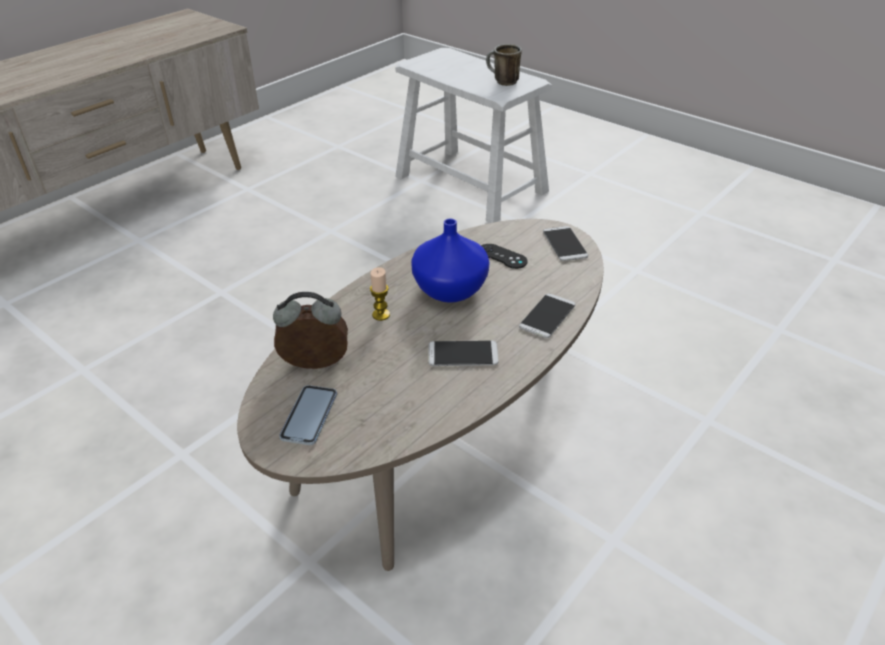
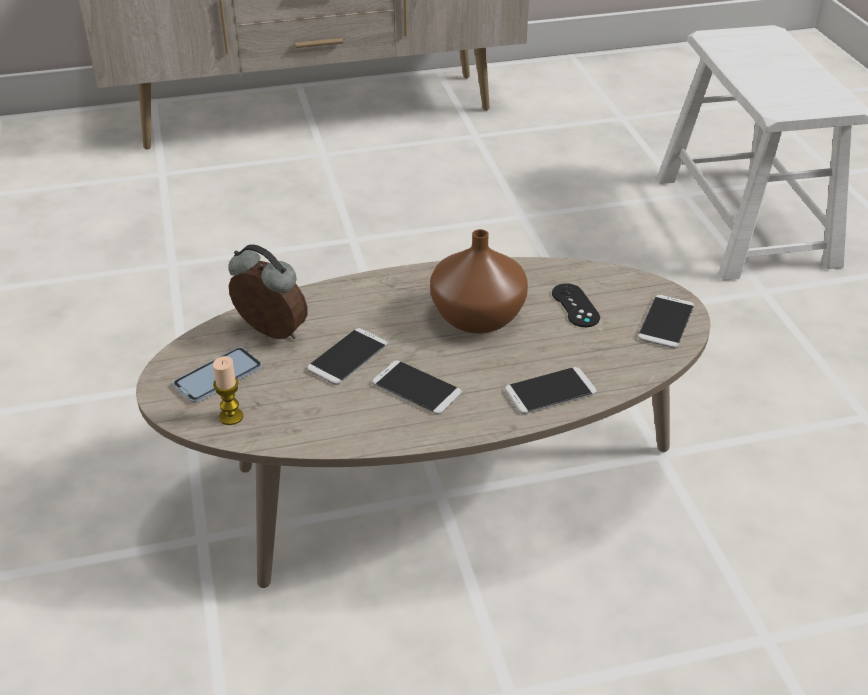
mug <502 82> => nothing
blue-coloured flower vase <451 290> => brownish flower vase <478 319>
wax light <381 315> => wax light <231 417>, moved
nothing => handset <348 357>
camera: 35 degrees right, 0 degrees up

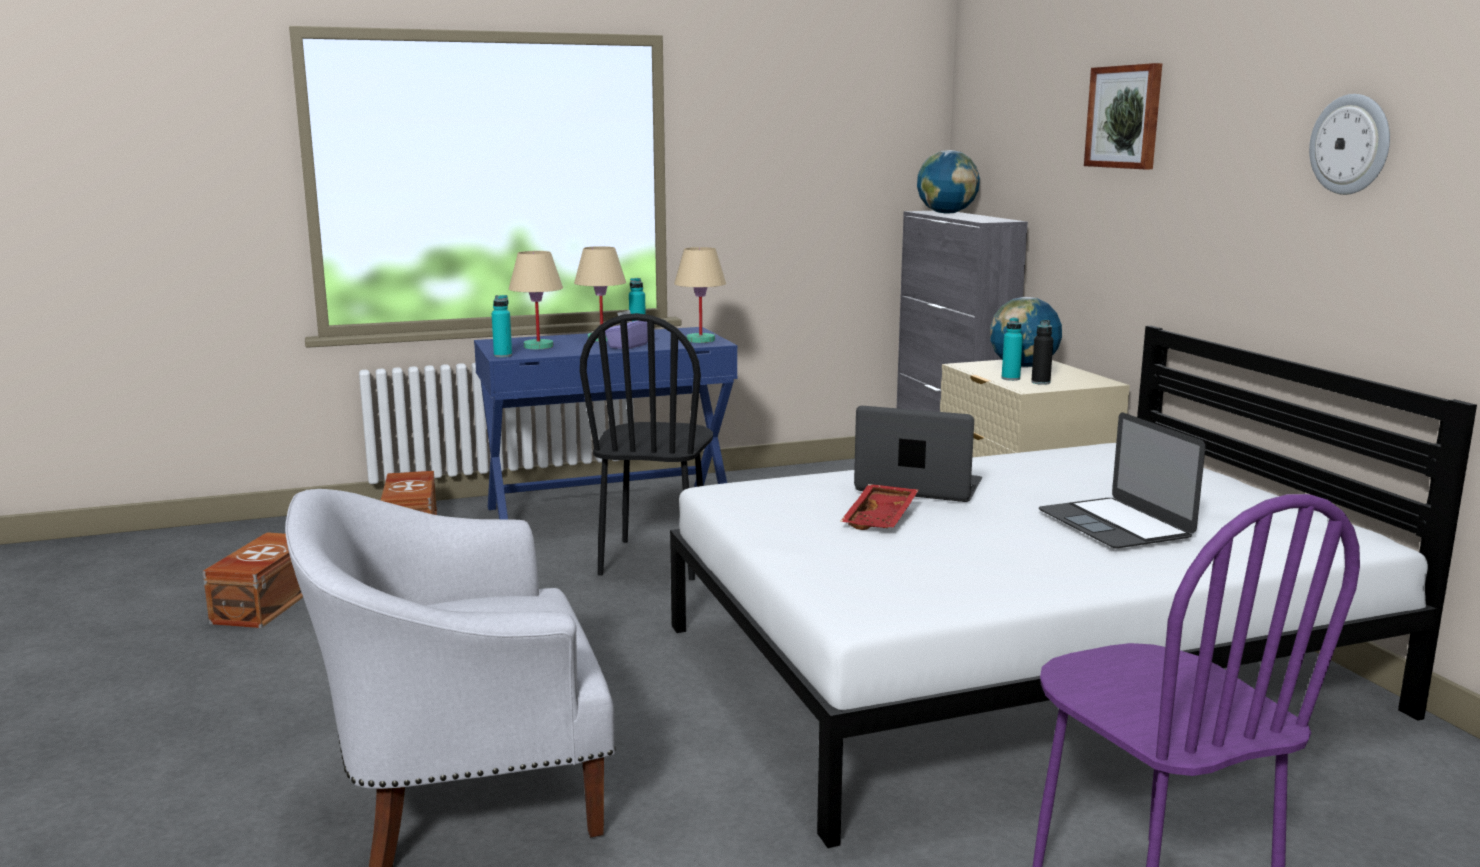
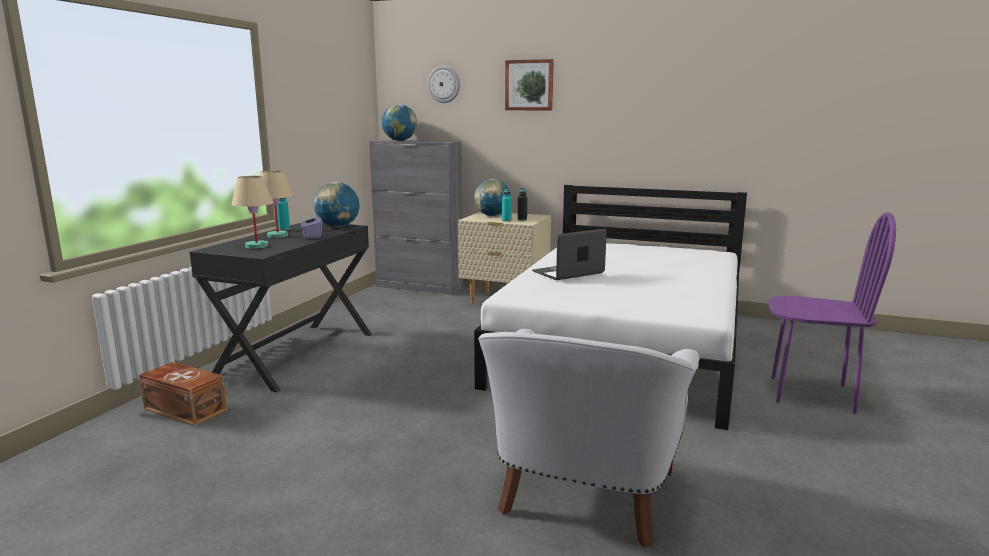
wall clock <1351 144> => wall clock <444 84>, moved
beige tabletop lamp <700 340> => world globe <338 226>
turquoise-coloured beverage bottle <503 355> => nothing
black-coloured plain chair <655 560> => nothing
blue-coloured desk <609 511> => black-coloured desk <296 354>
laptop <1115 523> => nothing
red serving tray <882 519> => nothing
brownish storage box <264 604> => nothing
camera: 50 degrees left, 0 degrees up

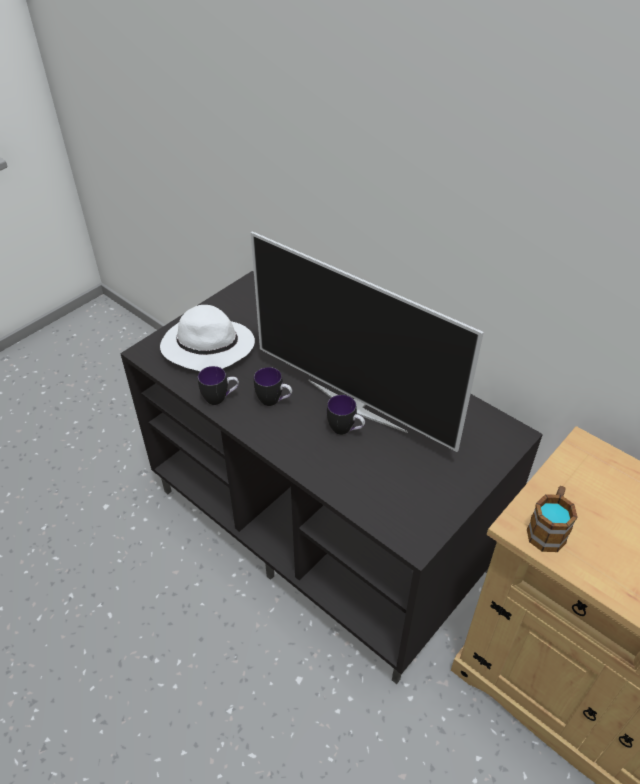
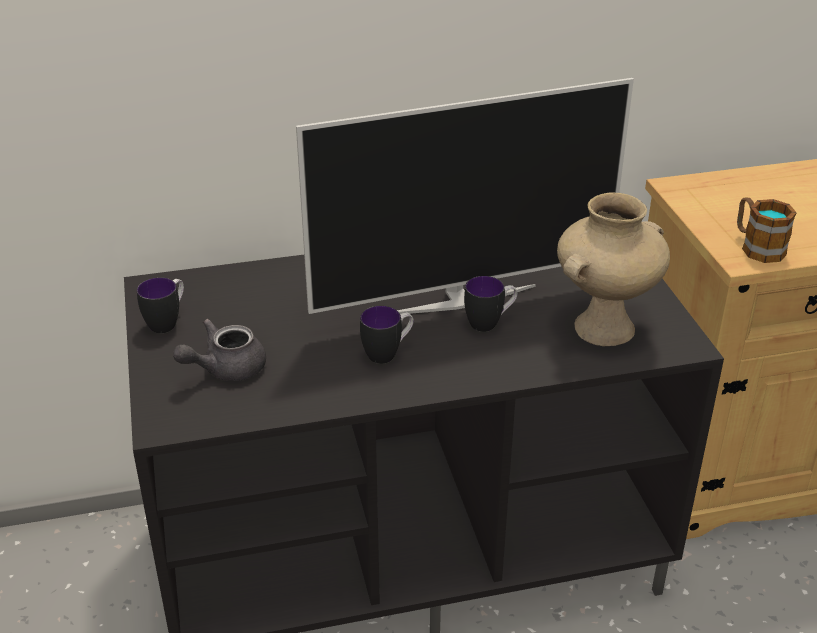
white-coloured clothing hat <206 348> => gray pot for tea <225 369>
mug <220 398> => mug <167 322>, moved
nothing => beige flower vase <604 327>
camera: 55 degrees left, 10 degrees down

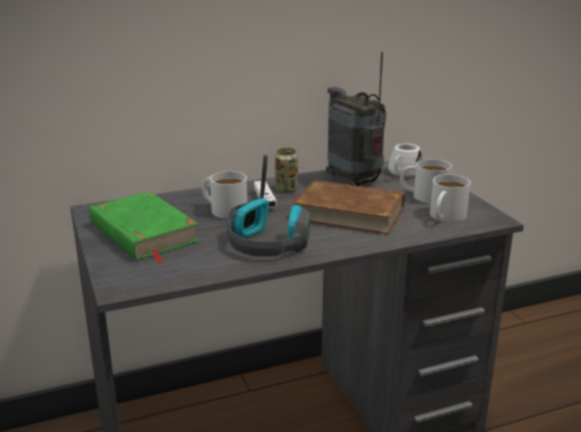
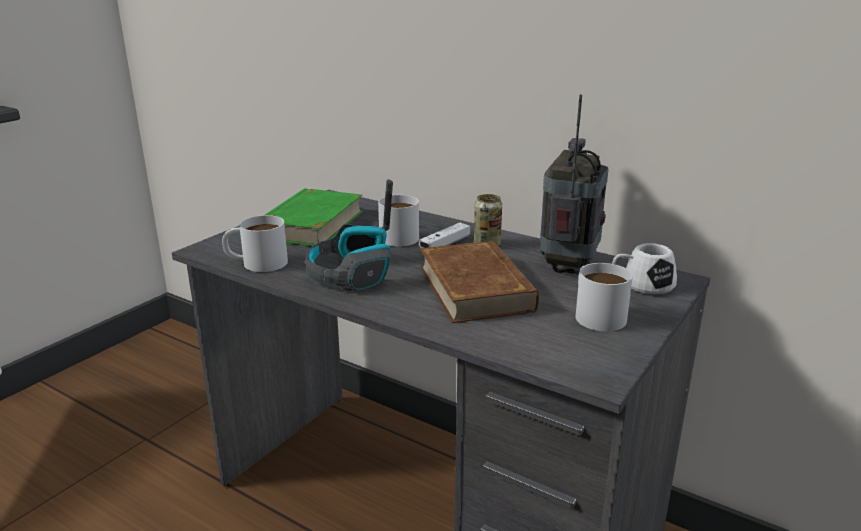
white-coloured mug <445 217> => white-coloured mug <256 263>, moved
camera: 55 degrees right, 0 degrees up

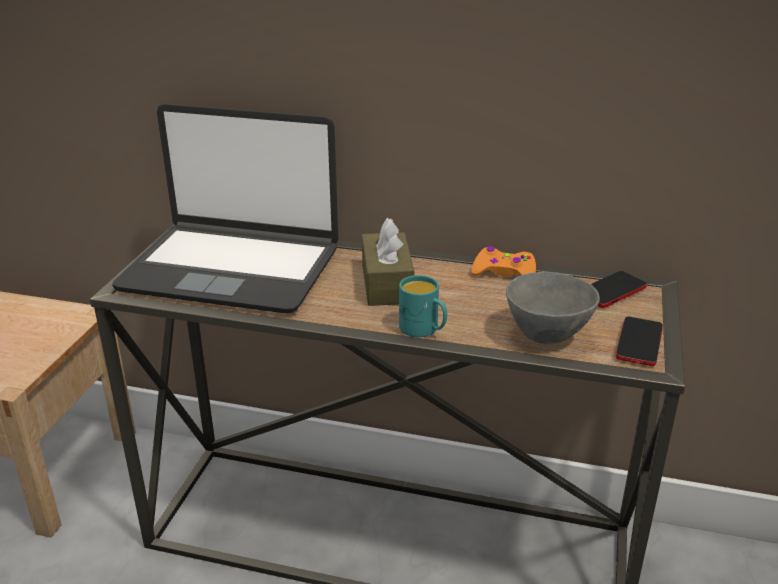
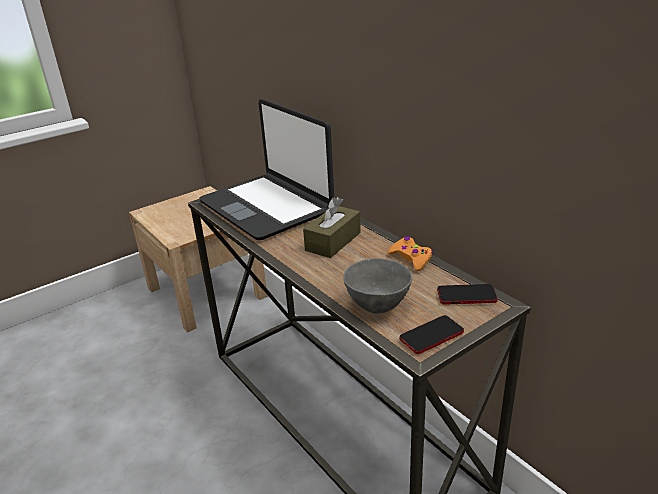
turquoise-coloured mug <424 330> => nothing
camera: 40 degrees right, 0 degrees up

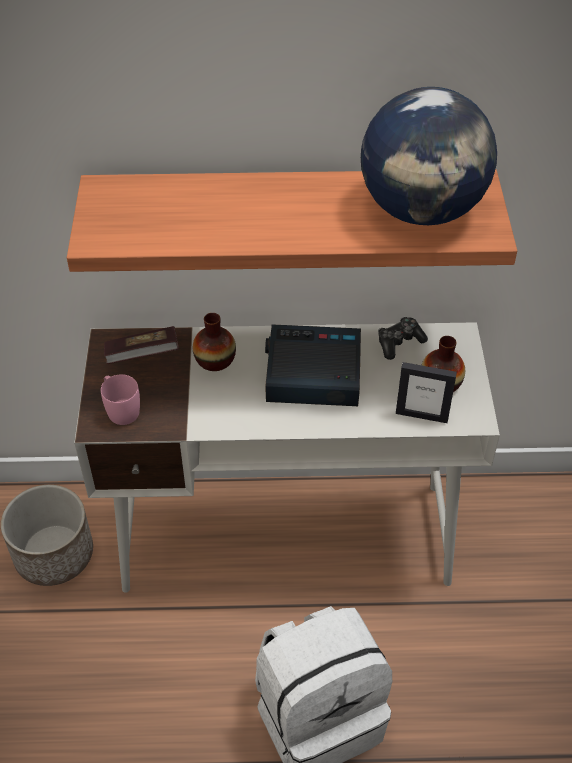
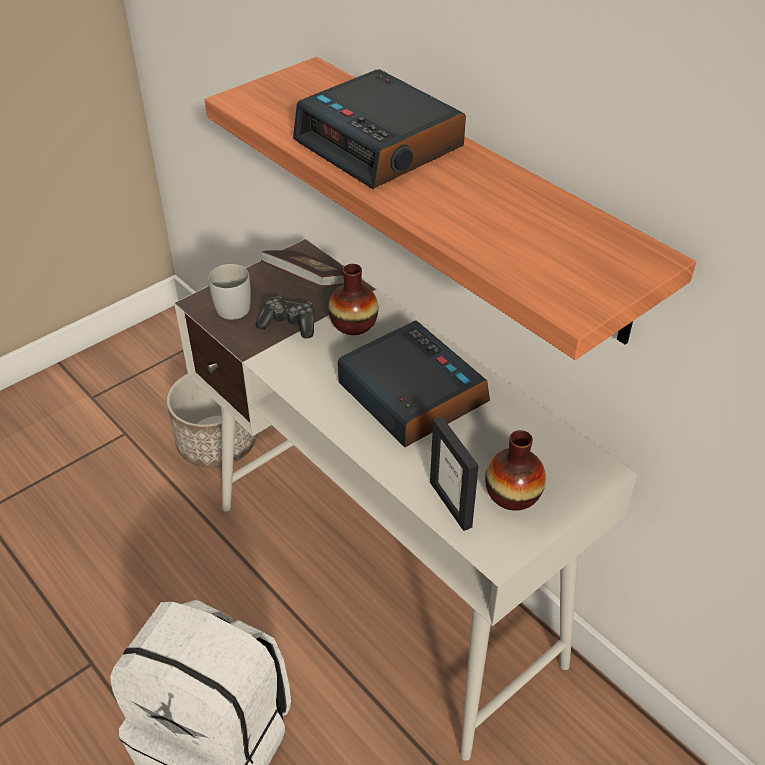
world globe <421 211> => nothing
gamepad <399 342> => gamepad <289 324>, moved
pink-coloured mug <120 409> => white-coloured mug <236 304>
nothing => table clock <381 145>
camera: 50 degrees right, 5 degrees down

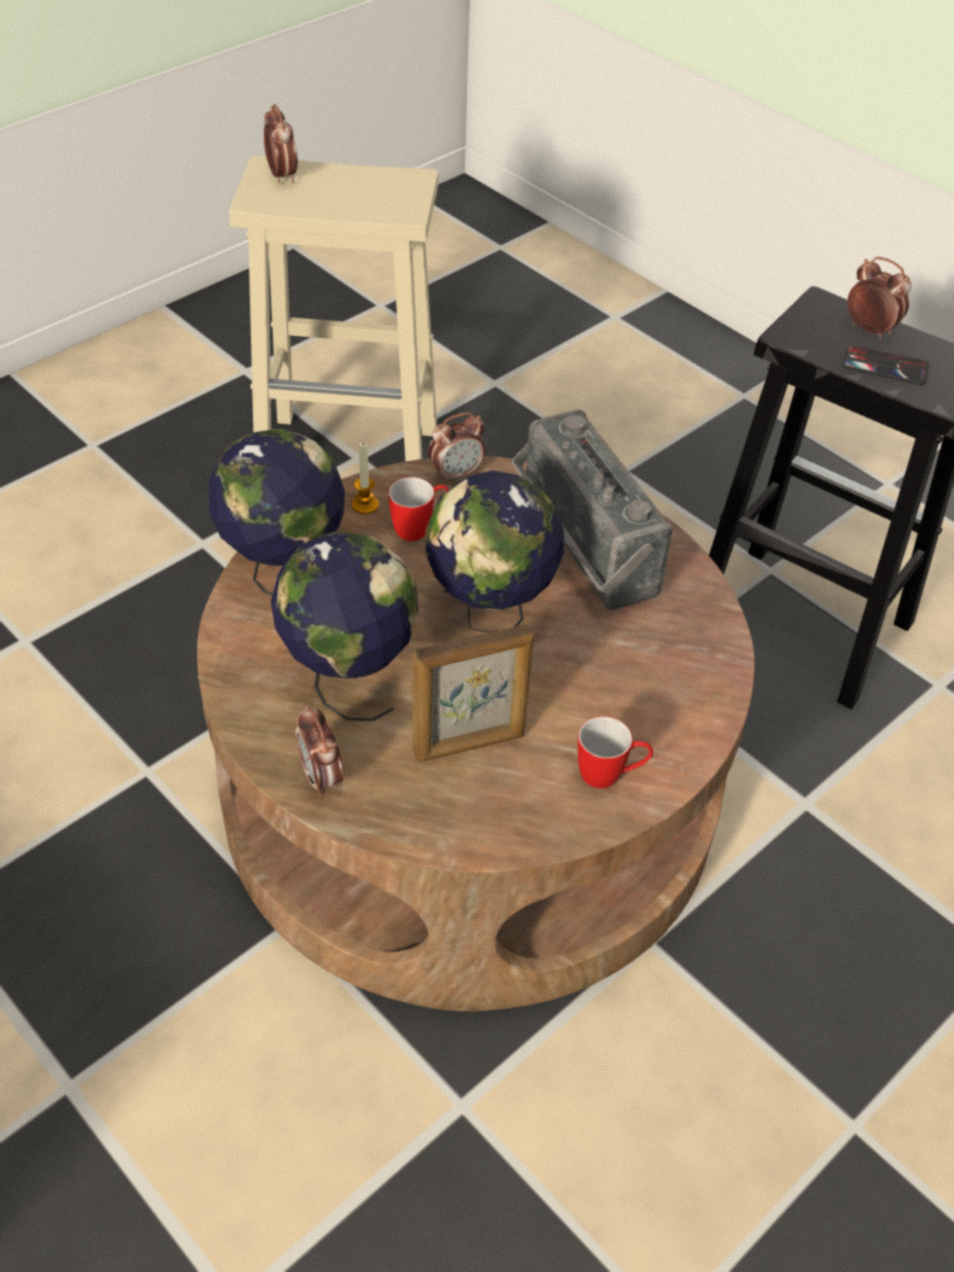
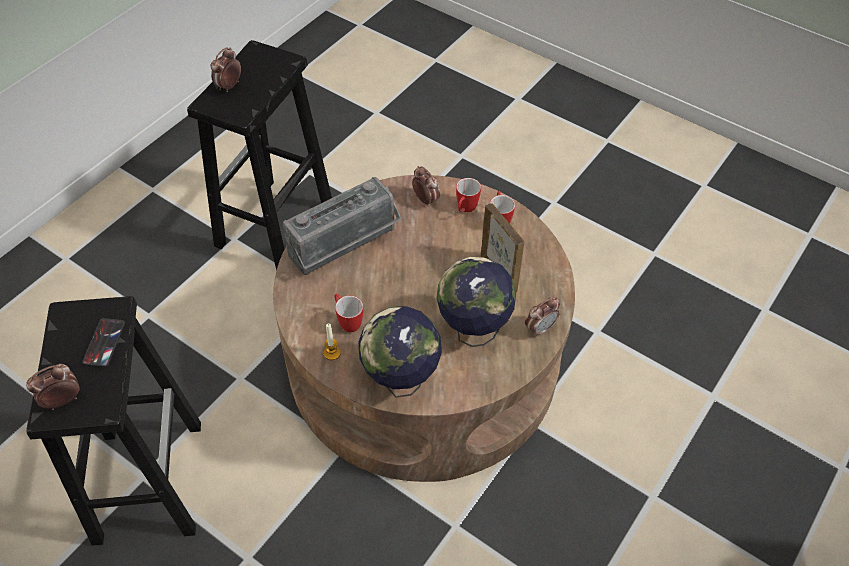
beige sitting stool <352 462> => black-coloured sitting stool <148 479>
handset <885 366> => handset <104 342>, moved
table clock <456 474> => table clock <425 200>, moved
world globe <490 615> => nothing
nothing => mug <465 210>
camera: 100 degrees left, 5 degrees up

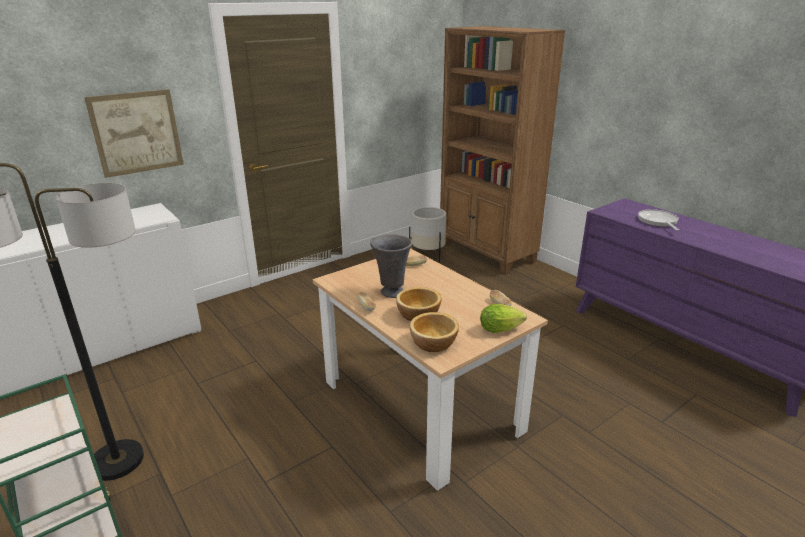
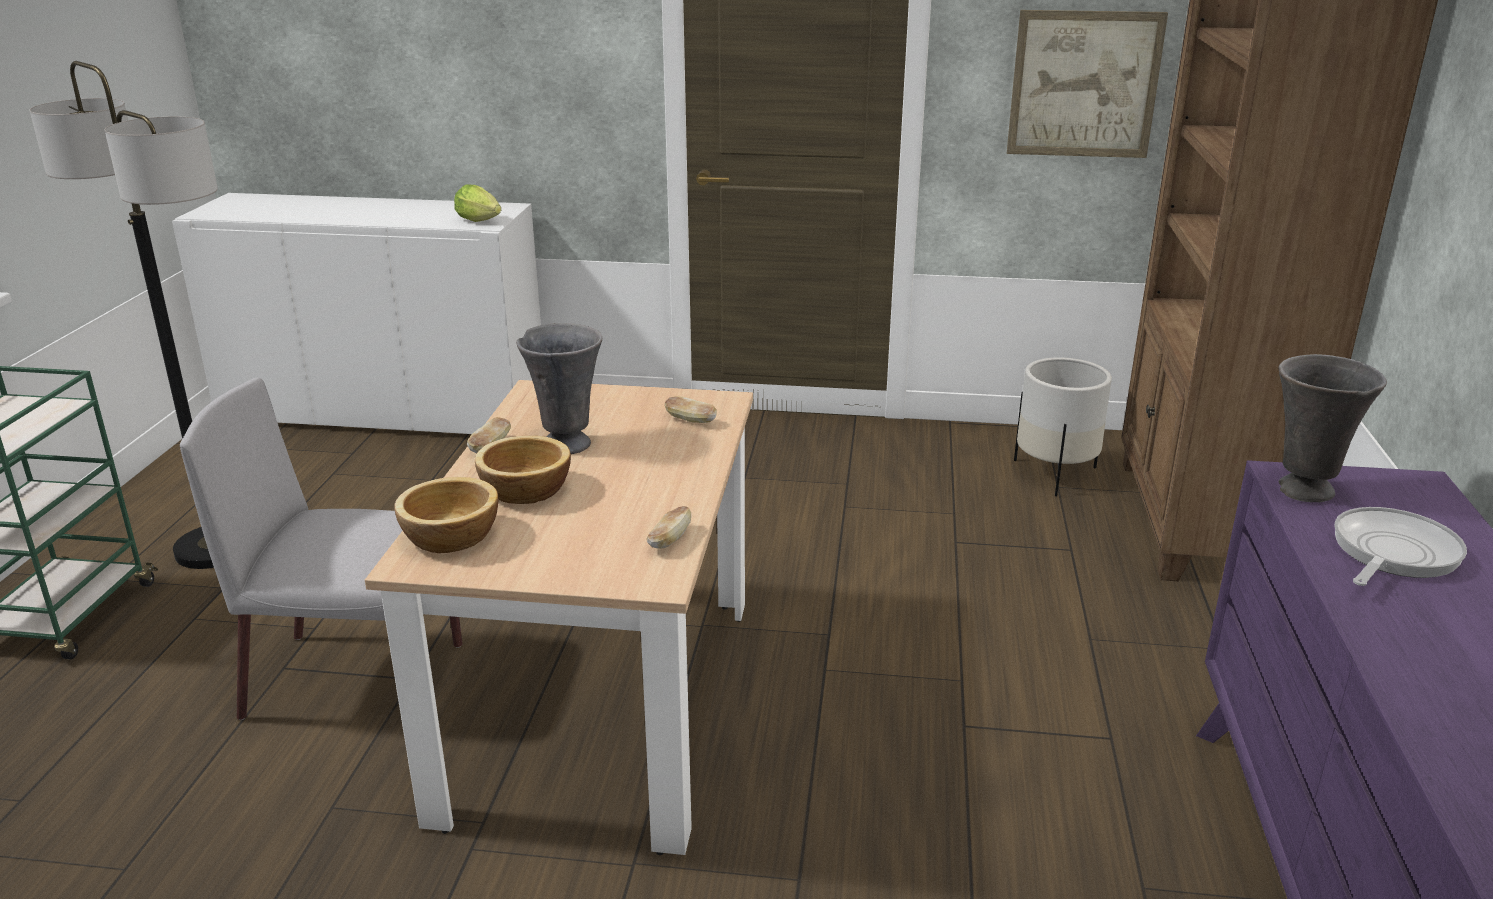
picture <136 132> => picture <1084 84>, moved
head of lettuce <502 329> => head of lettuce <481 221>, moved
nothing => gray flower vase <1303 491>
nothing => gray plain chair <359 680>
camera: 45 degrees right, 0 degrees up

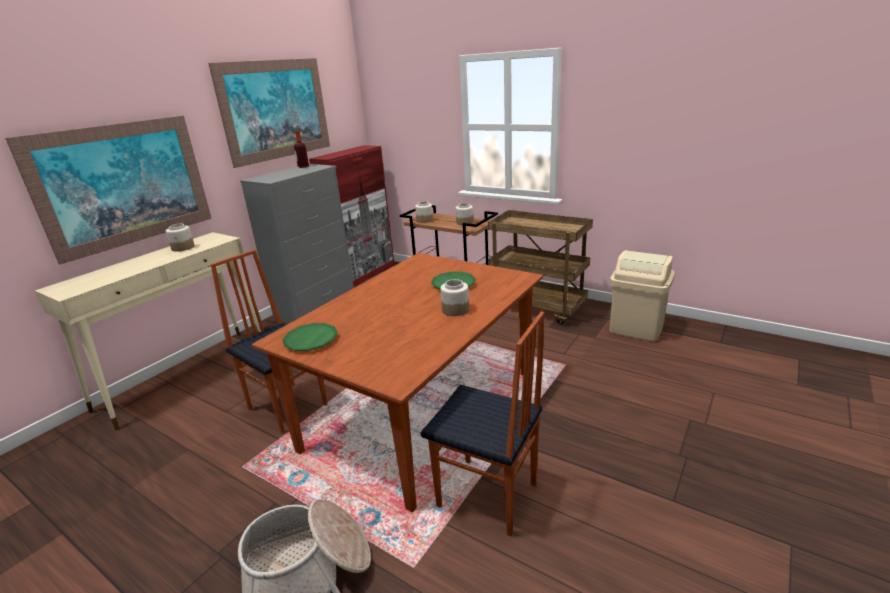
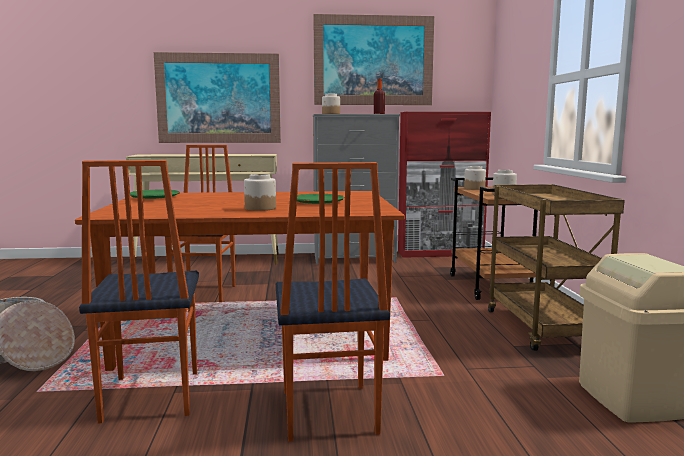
storage jar <183 248> => storage jar <331 114>, moved
nothing => plain chair <326 412>
camera: 50 degrees right, 15 degrees down

